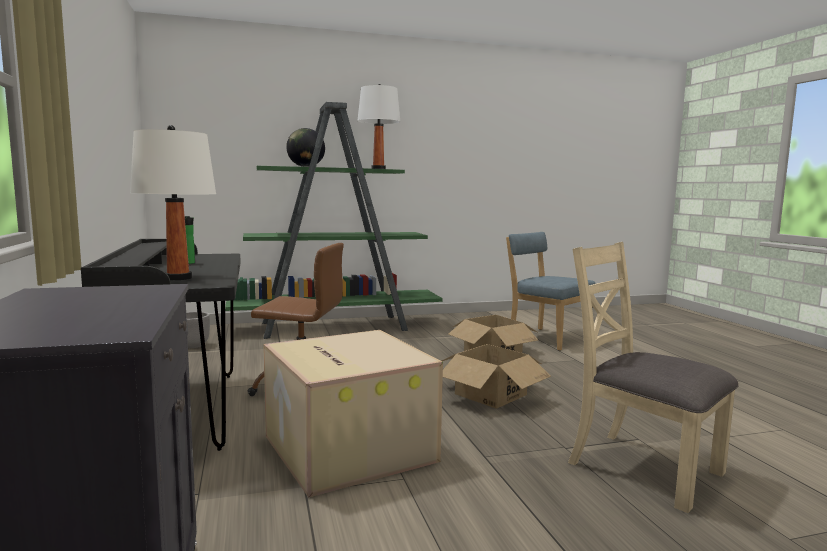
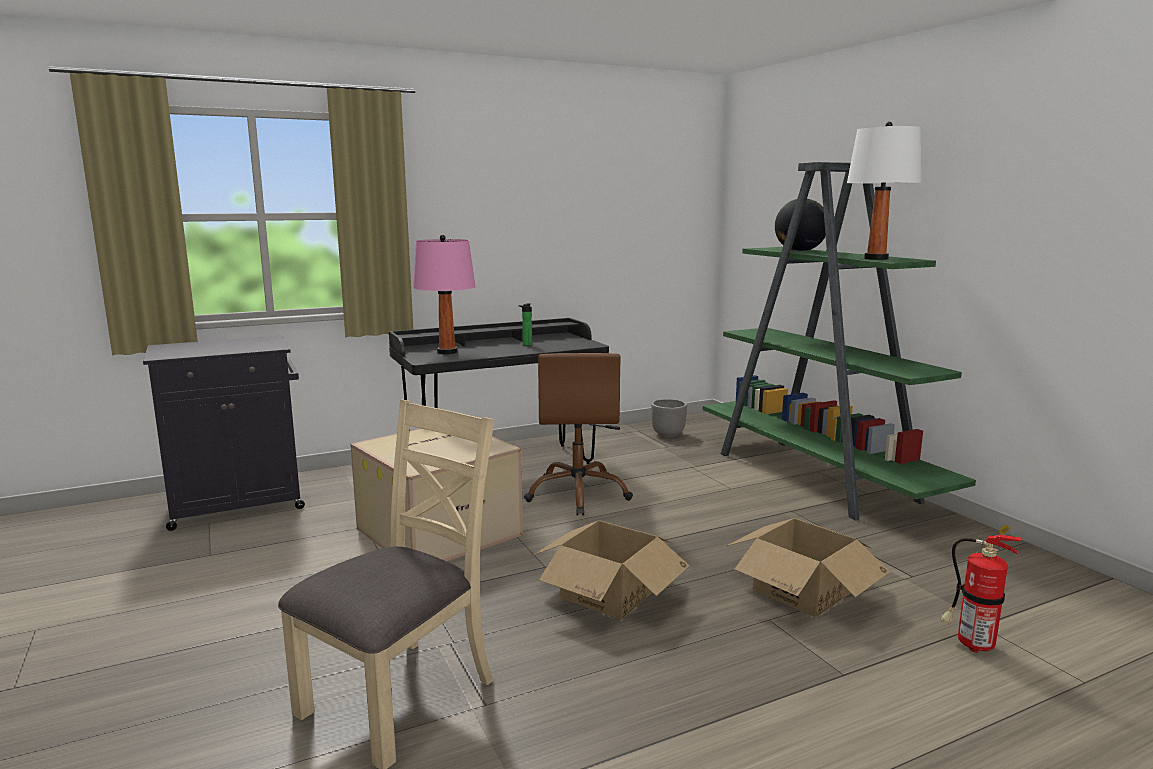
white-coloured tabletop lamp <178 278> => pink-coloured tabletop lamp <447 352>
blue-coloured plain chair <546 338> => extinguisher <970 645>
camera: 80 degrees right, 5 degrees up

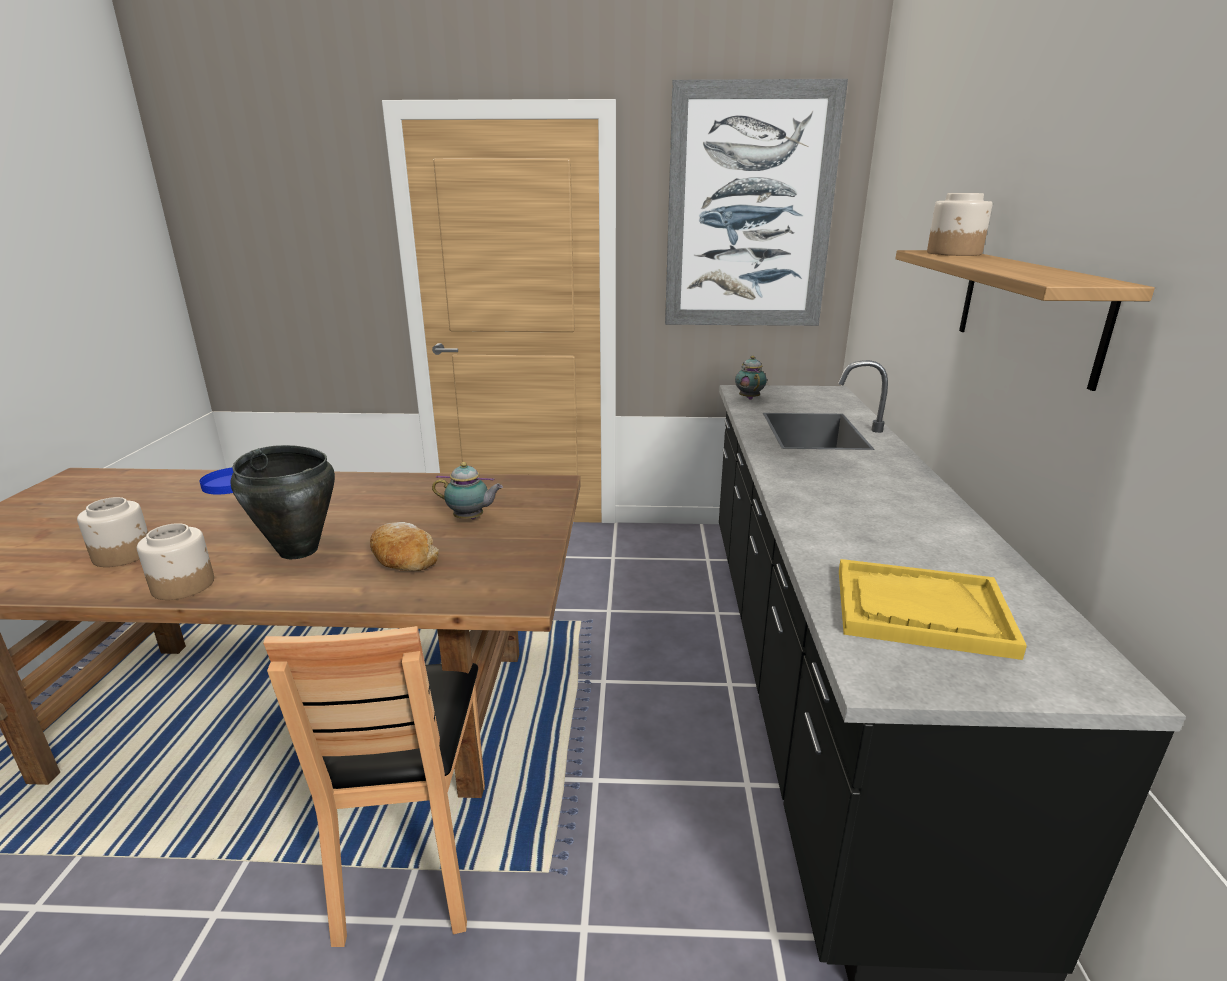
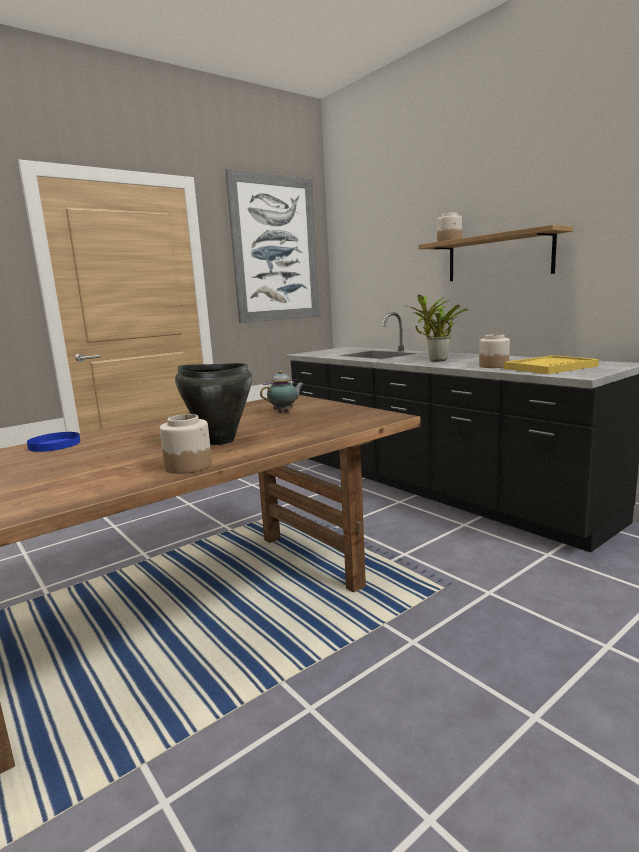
pot for tea <749 398> => nothing
storage jar <123 554> => storage jar <493 366>, moved
bakery bread <403 558> => nothing
brownish plain chair <413 854> => nothing
nothing => houseplant <436 361>
camera: 40 degrees left, 10 degrees down

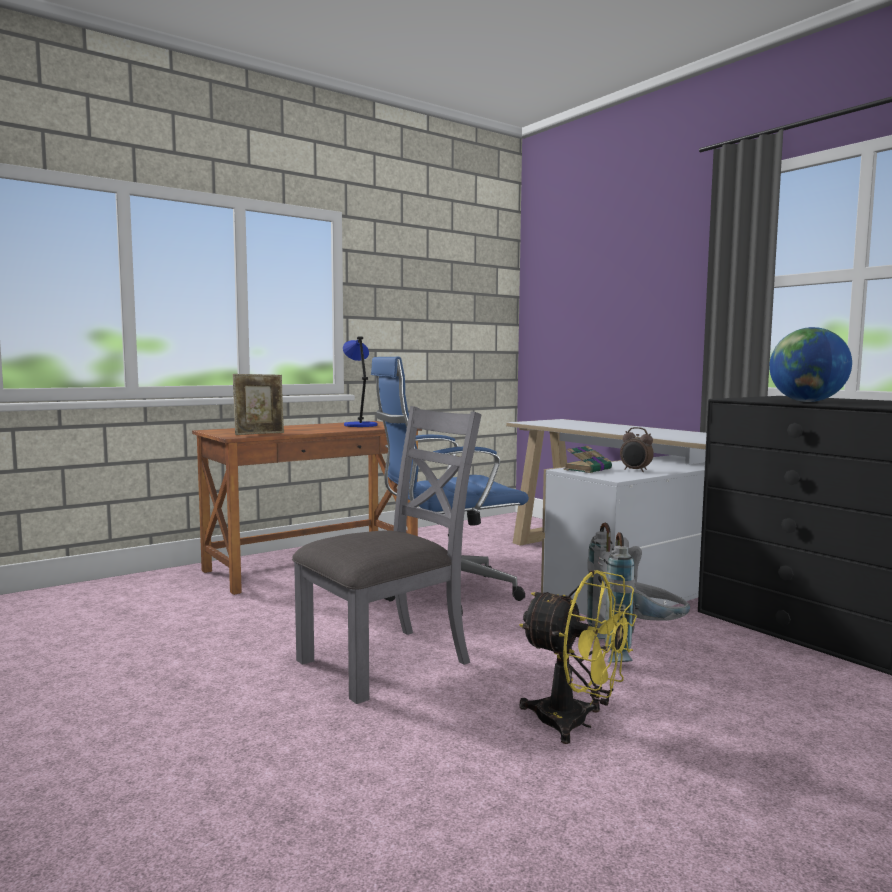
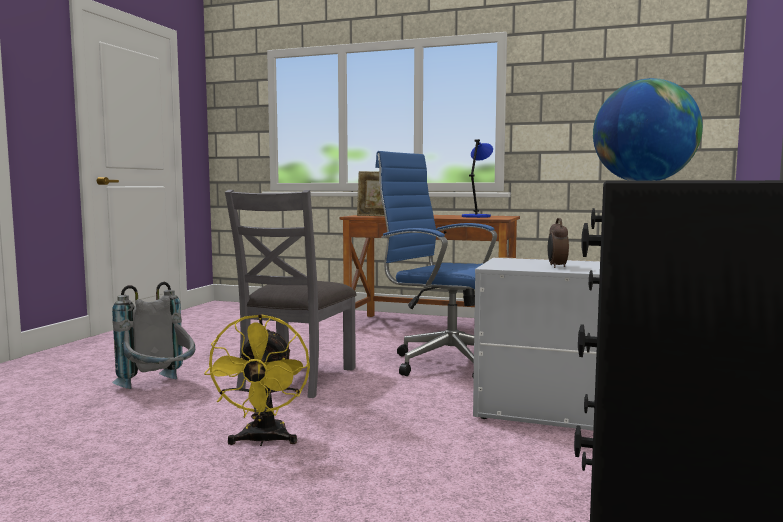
gray plain chair <386 661> => gray plain chair <296 378>, 90 degrees clockwise
book <588 469> => nothing
gray rucksack <636 650> => gray rucksack <160 389>, moved
camera: 55 degrees right, 0 degrees up

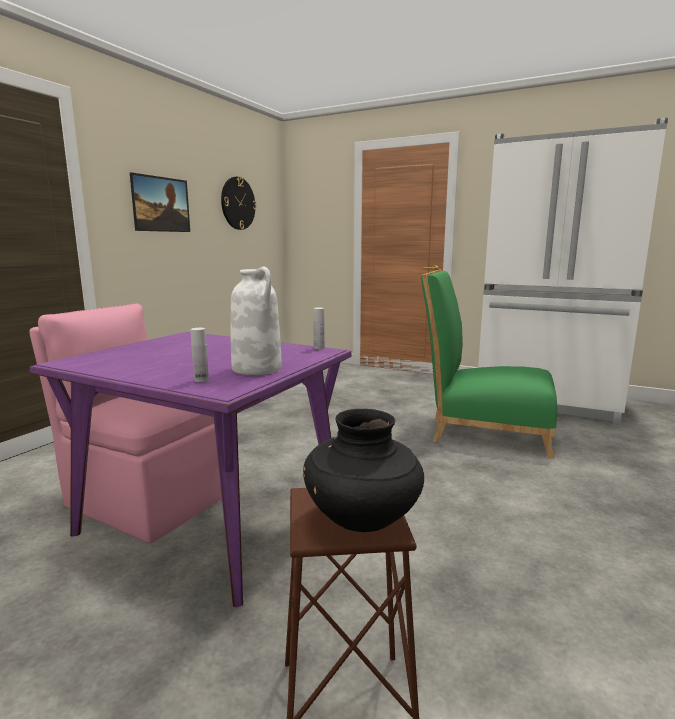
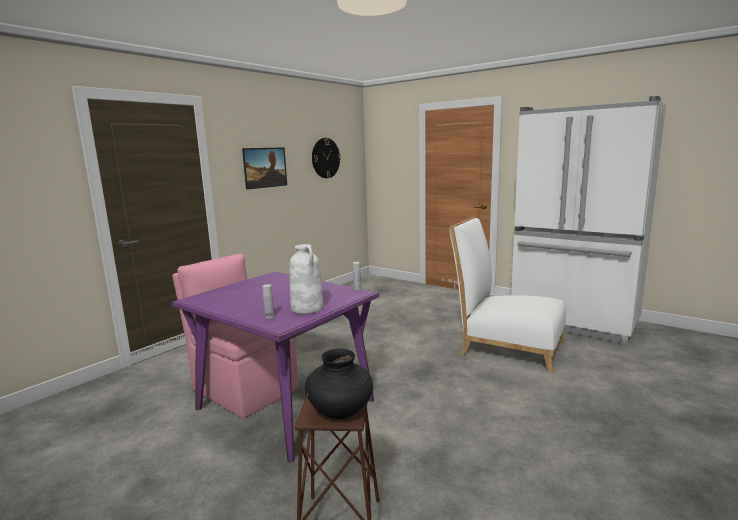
greenish plain chair <483 430> => white-coloured plain chair <506 346>
camera: 10 degrees right, 0 degrees up

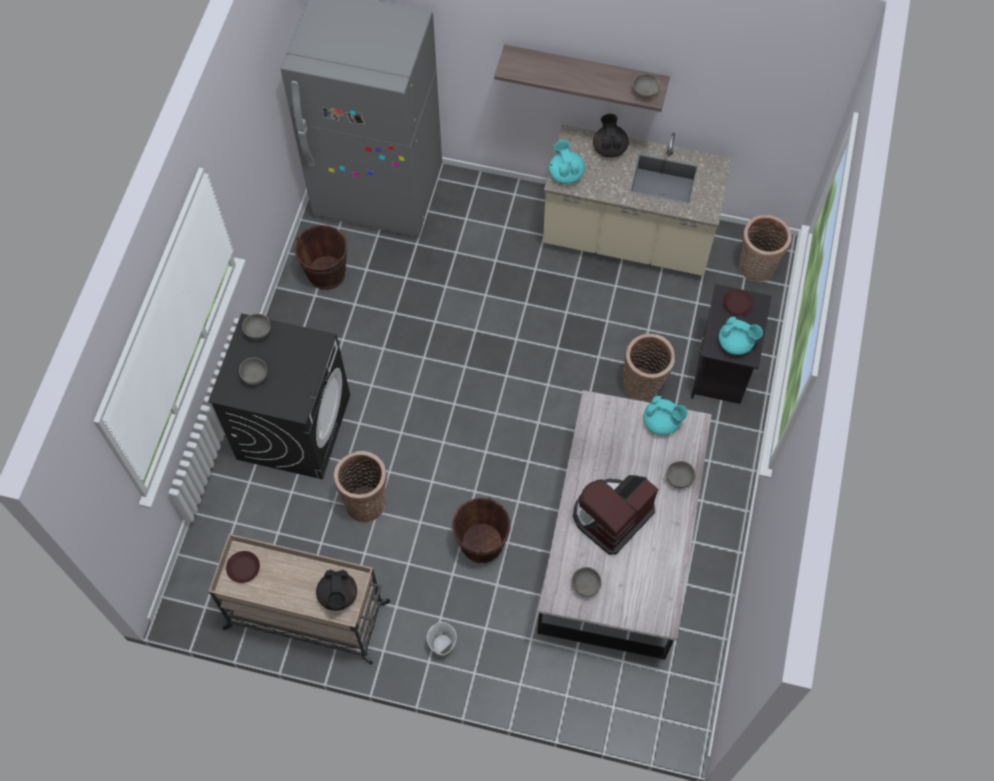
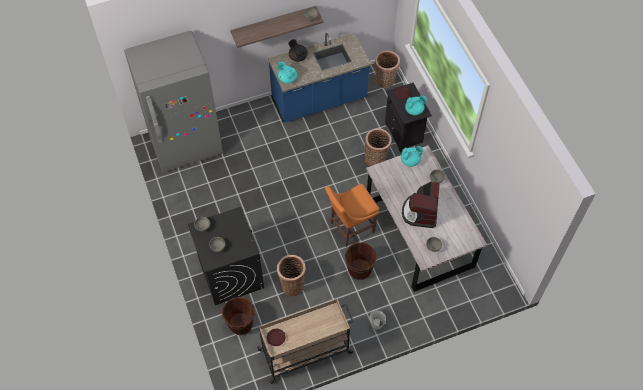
beige kitchen counter <628 239> => blue-coloured kitchen counter <319 100>
brownish water bucket <326 273> => brownish water bucket <240 324>, moved
black-coloured pot for tea <338 596> => nothing
nothing => orange plain chair <350 228>
camera: 35 degrees left, 5 degrees down

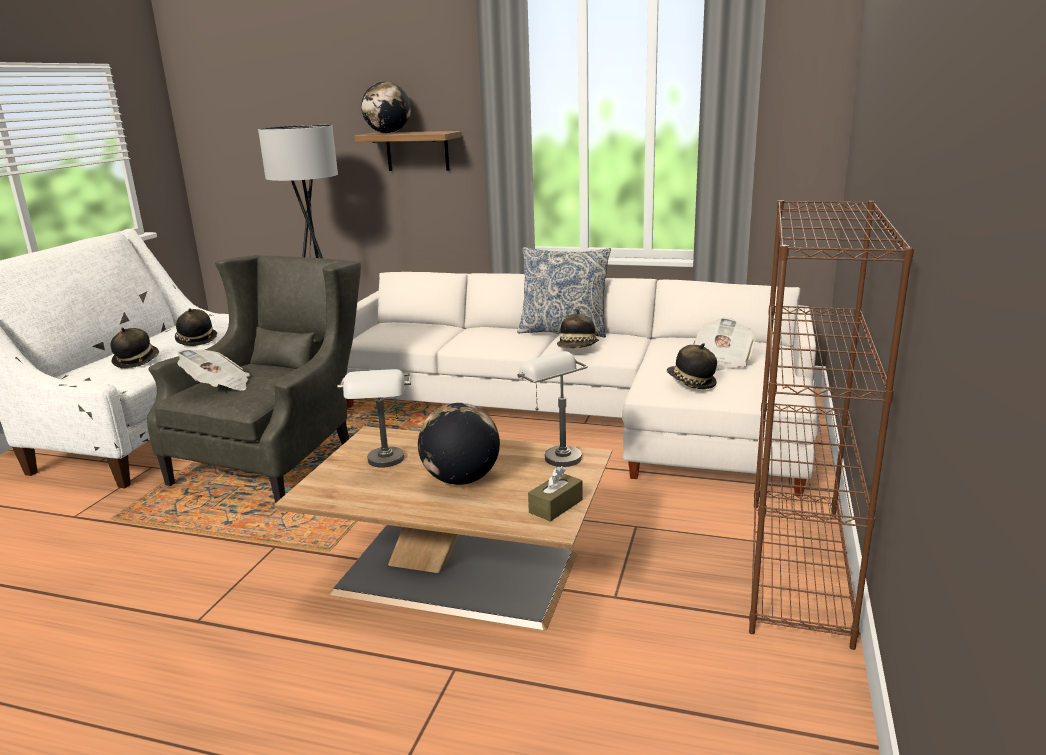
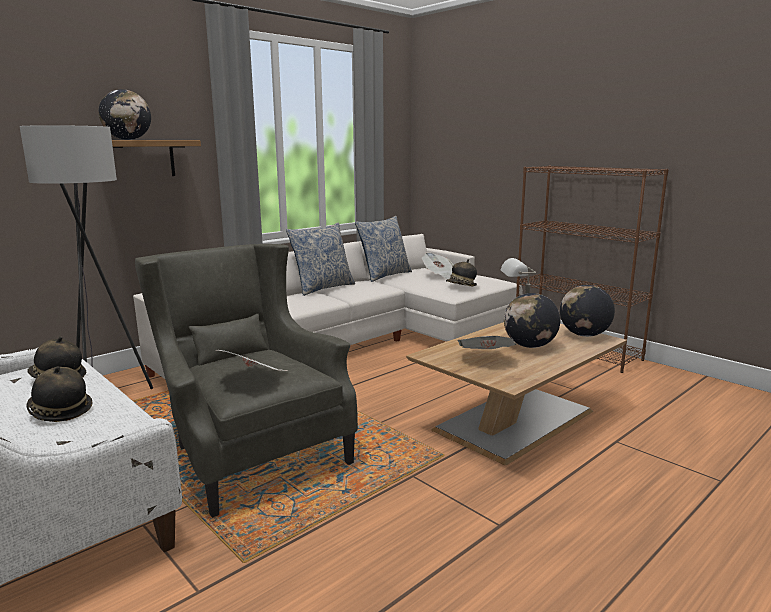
clothing hat <578 348> => nothing
gray tabletop lamp <386 465> => printed paper <485 358>
brownish tissue box <556 506> => world globe <584 335>
nothing => cushion <384 275>
camera: 60 degrees left, 5 degrees down

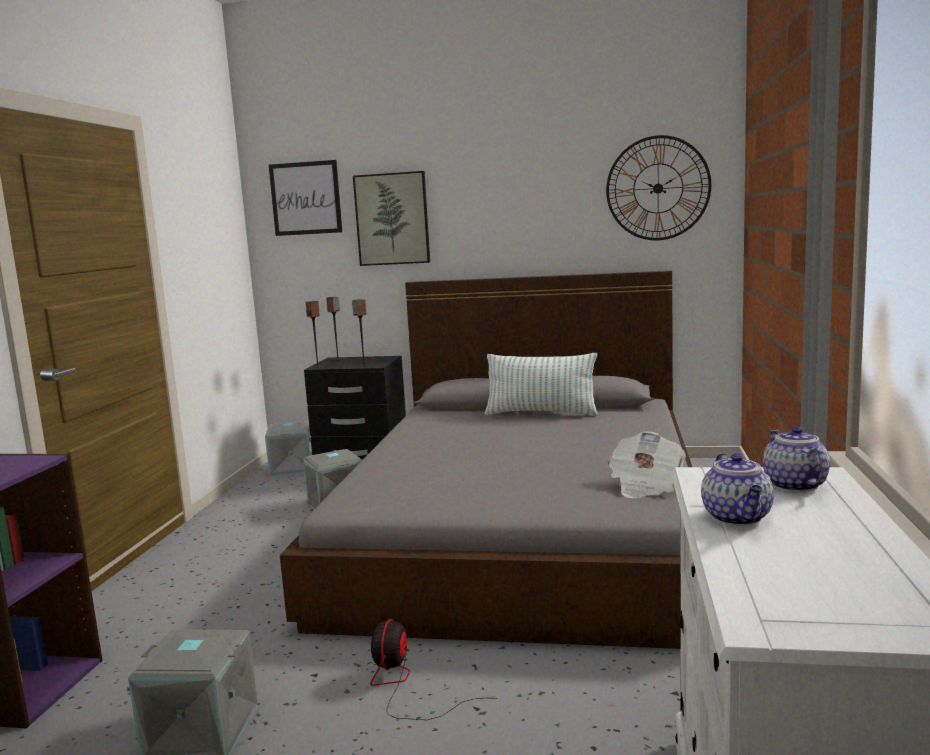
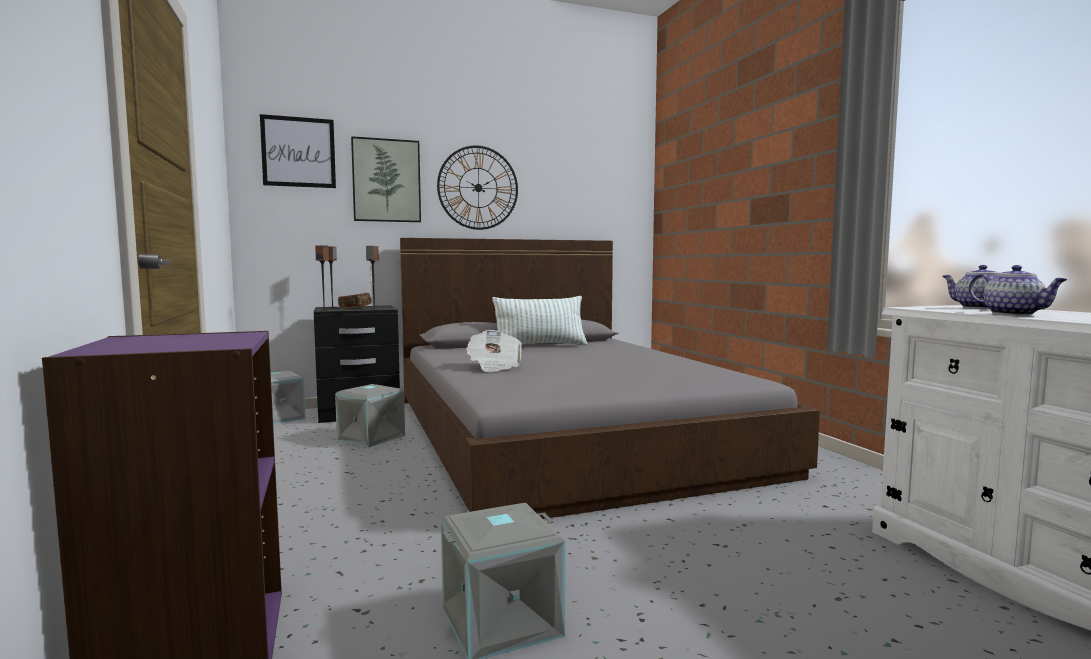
wall clock <658 188> => wall clock <478 188>, moved
printed paper <645 485> => printed paper <494 367>, moved
cooling fan <405 686> => nothing
nothing => serving bowl <354 307>
camera: 30 degrees left, 5 degrees down

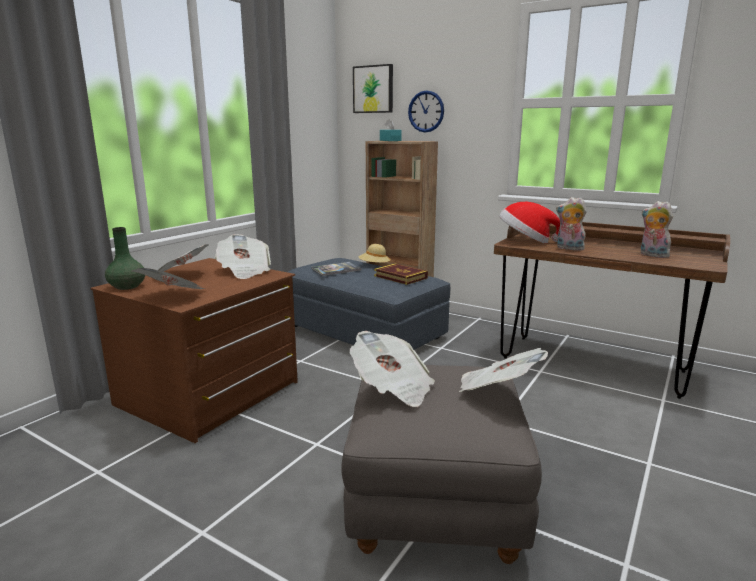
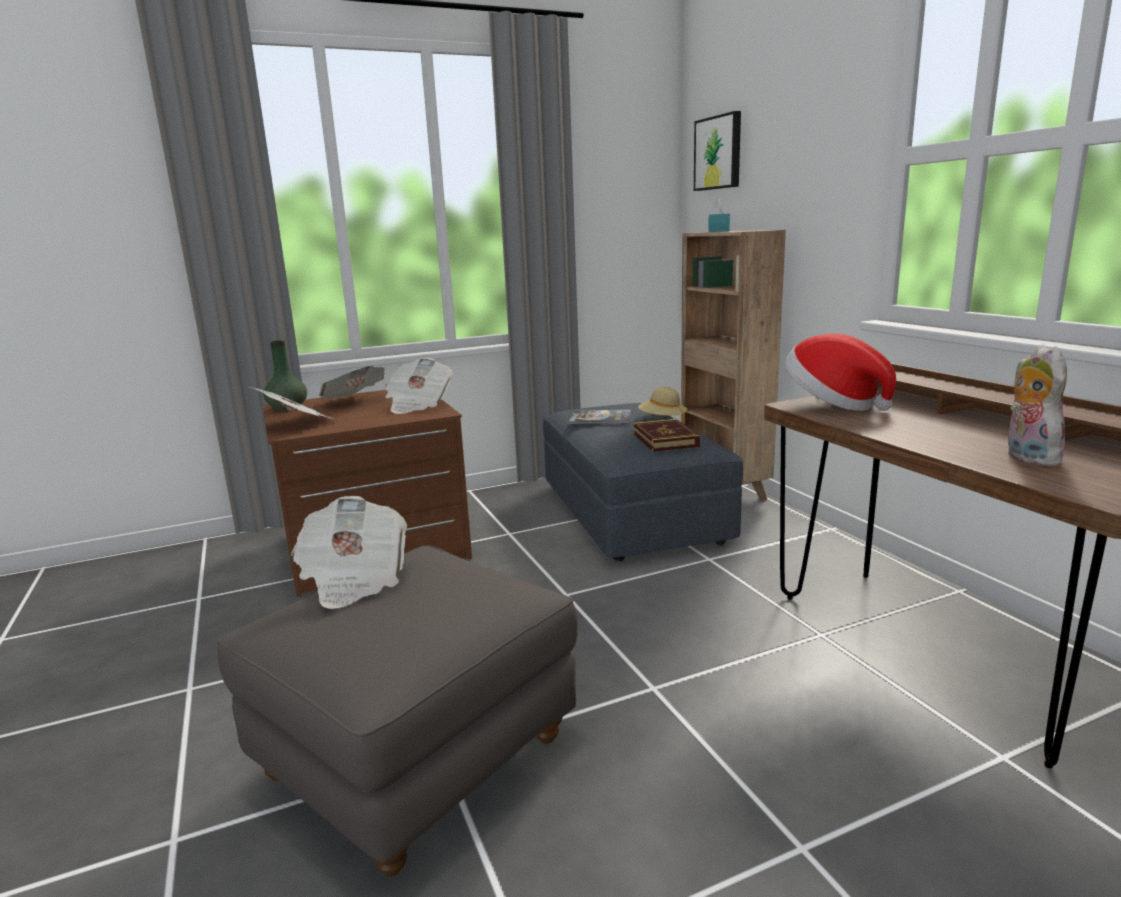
wall clock <426 111> => nothing
cuddly toy <568 248> => nothing
printed paper <497 390> => nothing
camera: 35 degrees right, 0 degrees up

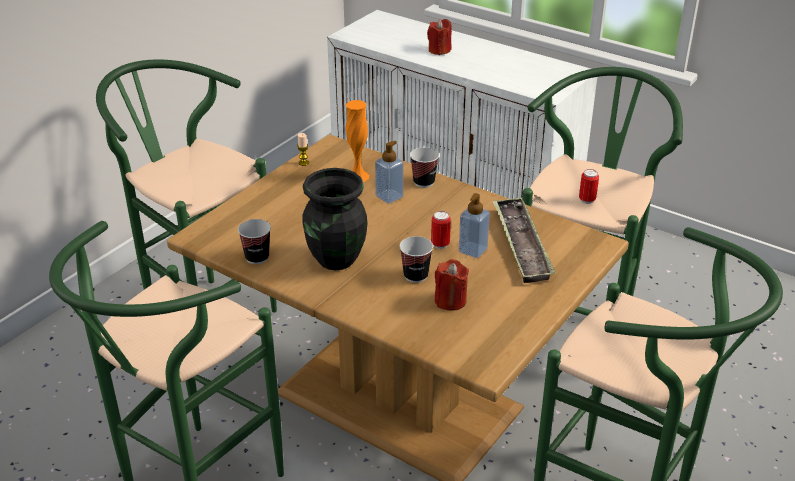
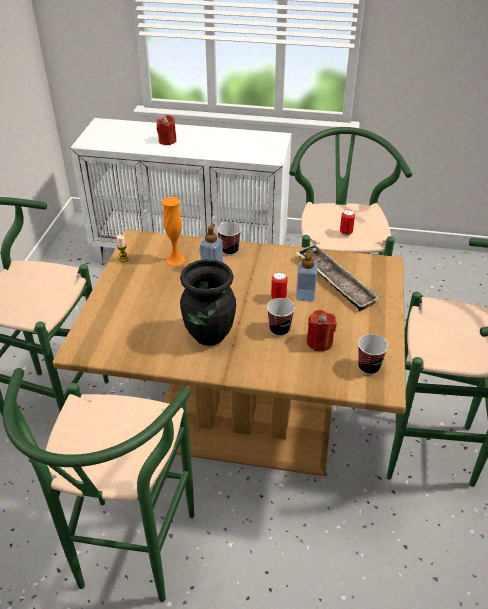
small cup <257 257> => small cup <368 367>, moved
camera: 25 degrees left, 5 degrees up

